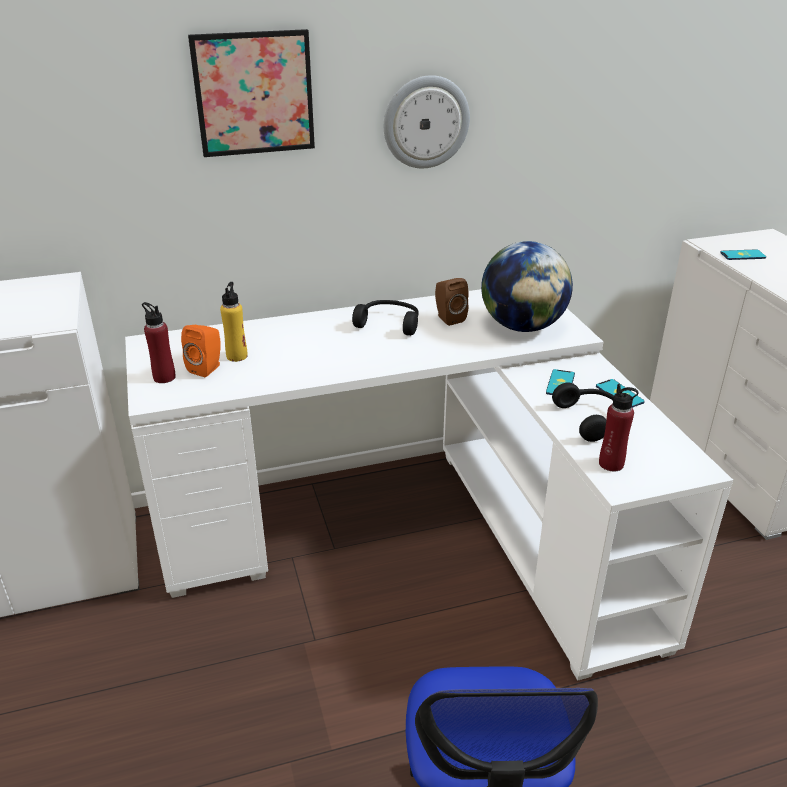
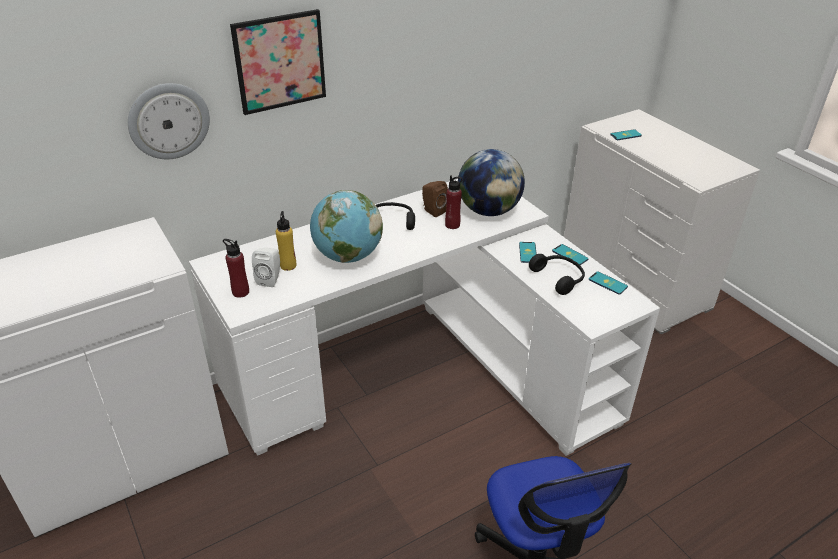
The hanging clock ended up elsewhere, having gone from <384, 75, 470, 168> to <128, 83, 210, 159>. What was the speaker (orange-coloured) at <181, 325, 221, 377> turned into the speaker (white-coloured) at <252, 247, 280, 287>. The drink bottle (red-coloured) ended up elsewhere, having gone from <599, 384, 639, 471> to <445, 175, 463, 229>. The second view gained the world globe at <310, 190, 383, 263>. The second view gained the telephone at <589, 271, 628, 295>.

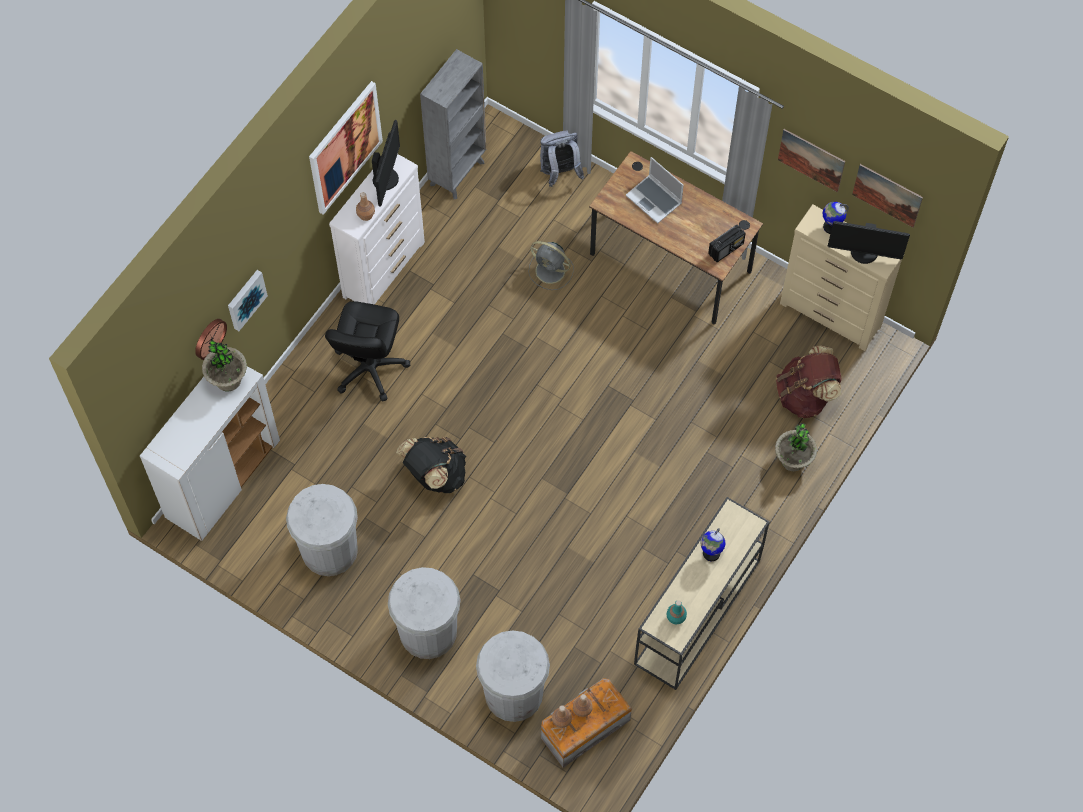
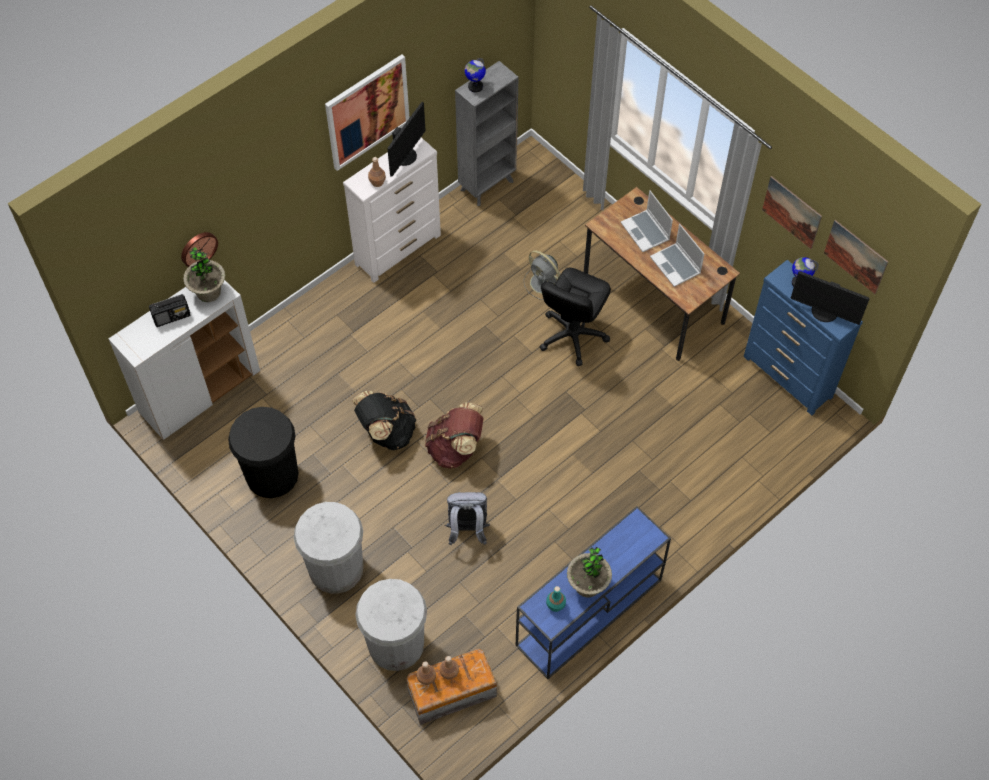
The knapsack (grey) ended up elsewhere, having gone from <540, 130, 584, 187> to <445, 492, 490, 546>. What was the chest of drawers (beige) at <780, 204, 904, 351> turned into the chest of drawers (blue) at <744, 260, 863, 415>. The radio ended up elsewhere, having gone from <708, 225, 746, 262> to <149, 294, 191, 327>. The second view lost the wall picture at <228, 270, 268, 331>. The computer chair (black) ended up elsewhere, having gone from <325, 301, 410, 402> to <540, 268, 611, 366>. The knapsack (brownish) ended up elsewhere, having gone from <776, 346, 842, 418> to <425, 402, 484, 468>. The plant in a pot ended up elsewhere, having gone from <775, 423, 817, 471> to <567, 547, 612, 597>. What was the trash can (white-coloured) at <286, 484, 358, 576> turned into the trash can (black) at <228, 407, 299, 498>. What was the hall table (beige) at <634, 497, 769, 690> turned into the hall table (blue) at <516, 506, 671, 679>. The world globe ended up elsewhere, having gone from <700, 528, 725, 561> to <464, 58, 486, 92>. The second view gained the notebook computer at <650, 224, 704, 287>.

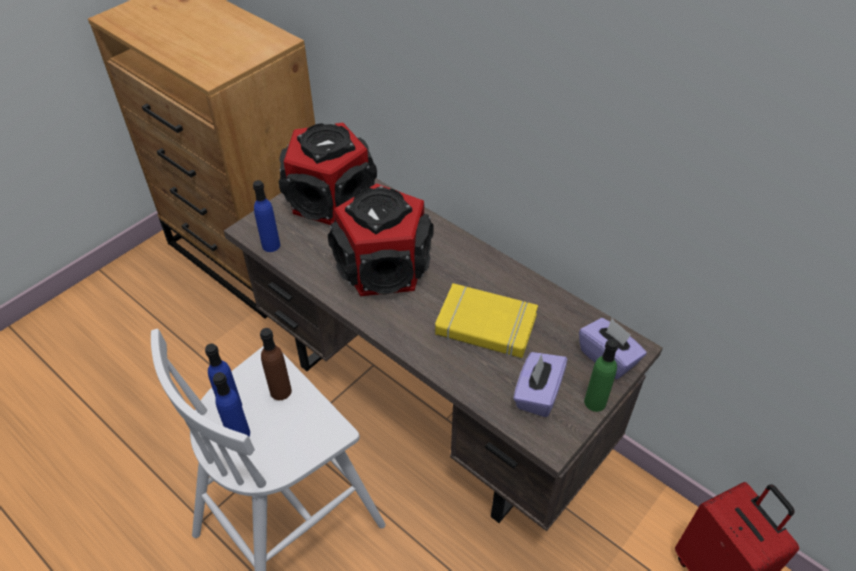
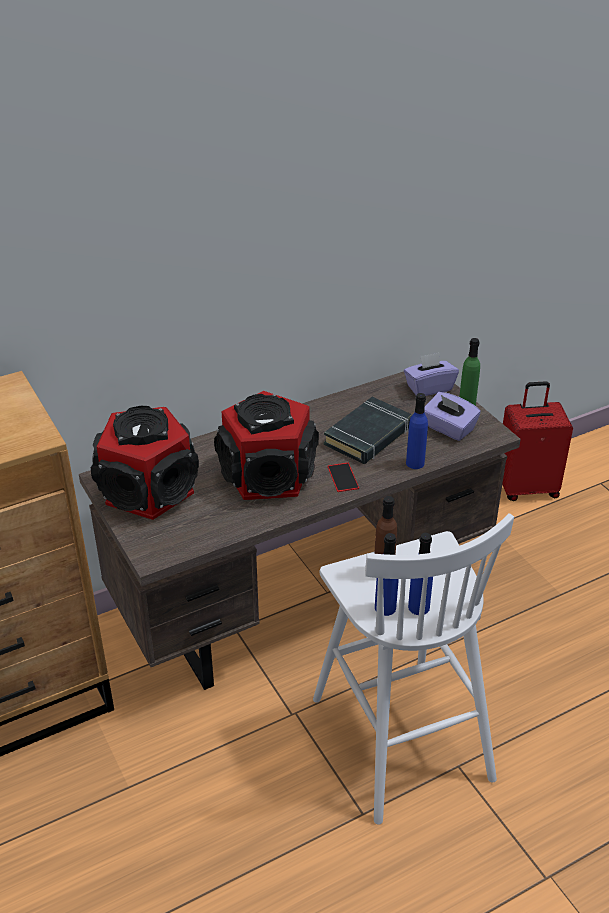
The drink bottle (blue) ended up elsewhere, having gone from <253, 180, 280, 252> to <406, 393, 428, 469>. What was the bound book (yellow) at <435, 283, 538, 358> turned into the bound book (black) at <324, 397, 412, 464>. The second view gained the telephone at <328, 463, 359, 492>.

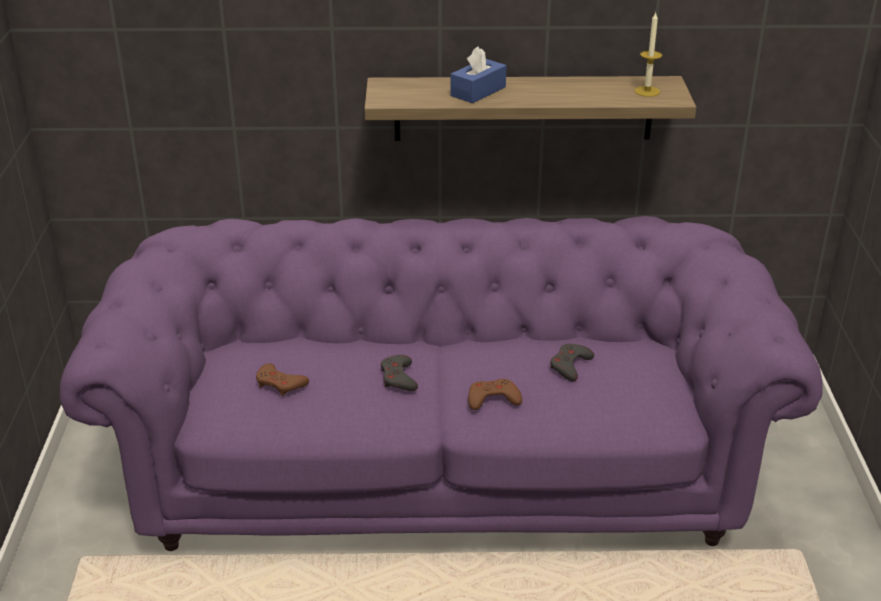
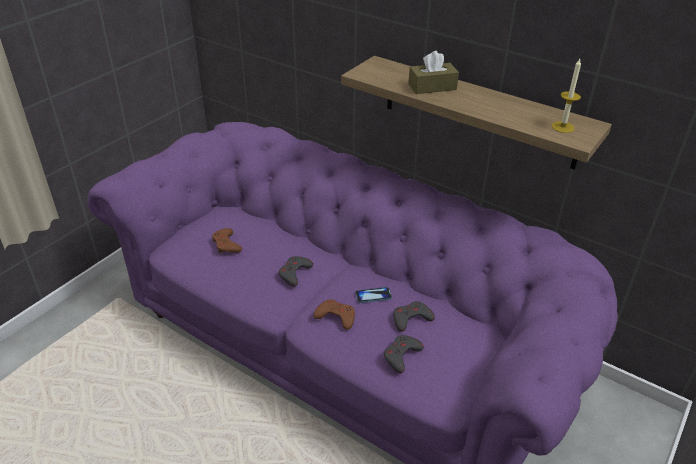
What was the box of tissues (blue) at <450, 47, 506, 103> turned into the box of tissues (brownish) at <408, 51, 459, 94>. The second view gained the telephone at <355, 287, 392, 303>. The second view gained the gamepad (grey) at <384, 335, 424, 373>.

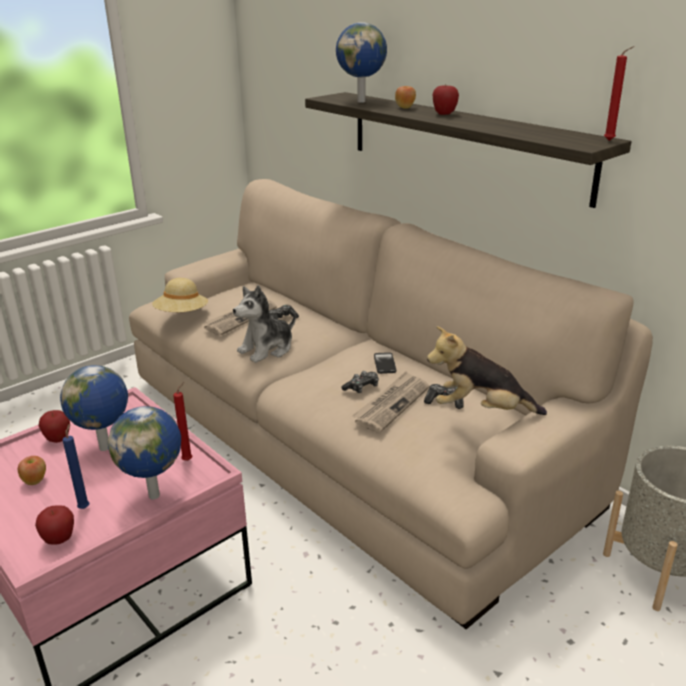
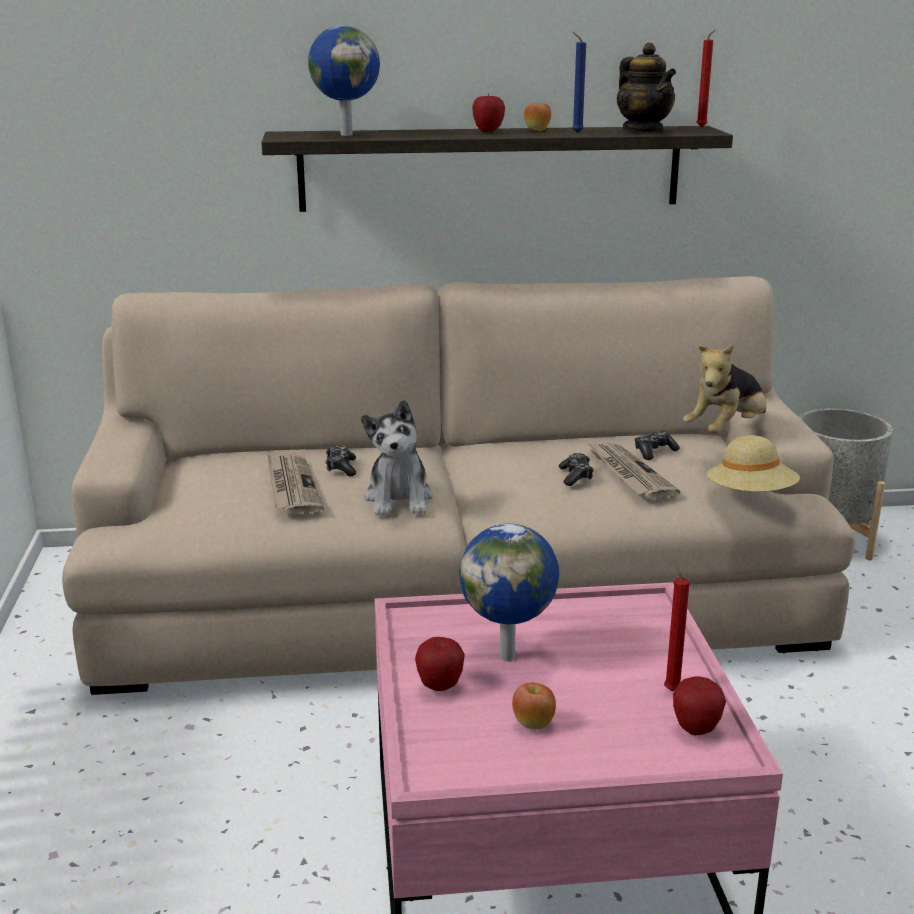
The whole apple ended up elsewhere, having gone from <395, 86, 416, 109> to <524, 103, 551, 131>. The clothing hat (beige) ended up elsewhere, having gone from <152, 278, 208, 312> to <707, 435, 800, 492>. The second view lost the telephone at <374, 352, 396, 374>. The wax light (red-coloured) ended up elsewhere, having gone from <173, 382, 192, 461> to <664, 561, 690, 691>. The second view lost the world globe at <108, 406, 181, 499>. The wax light (blue) ended up elsewhere, having gone from <63, 424, 89, 509> to <572, 32, 586, 133>. The second view gained the pot for tea at <617, 43, 676, 133>.

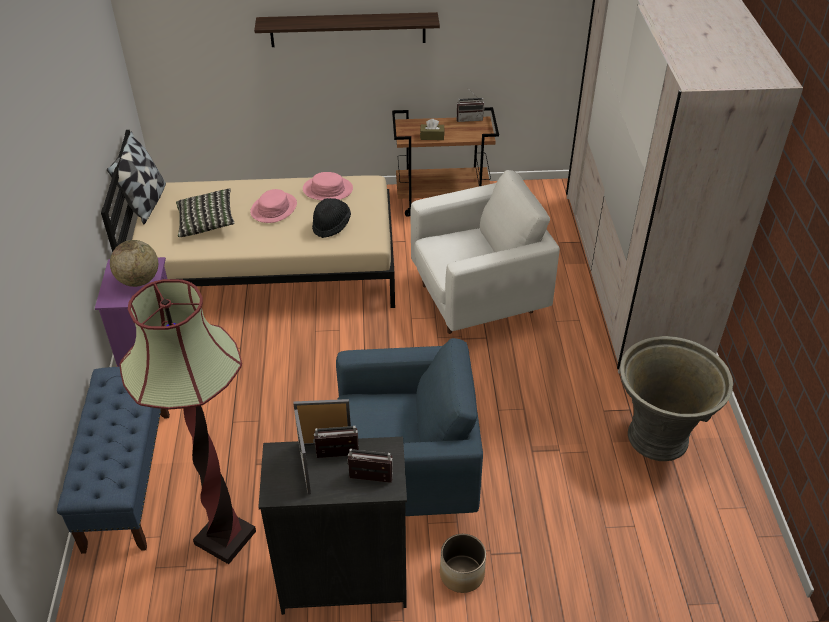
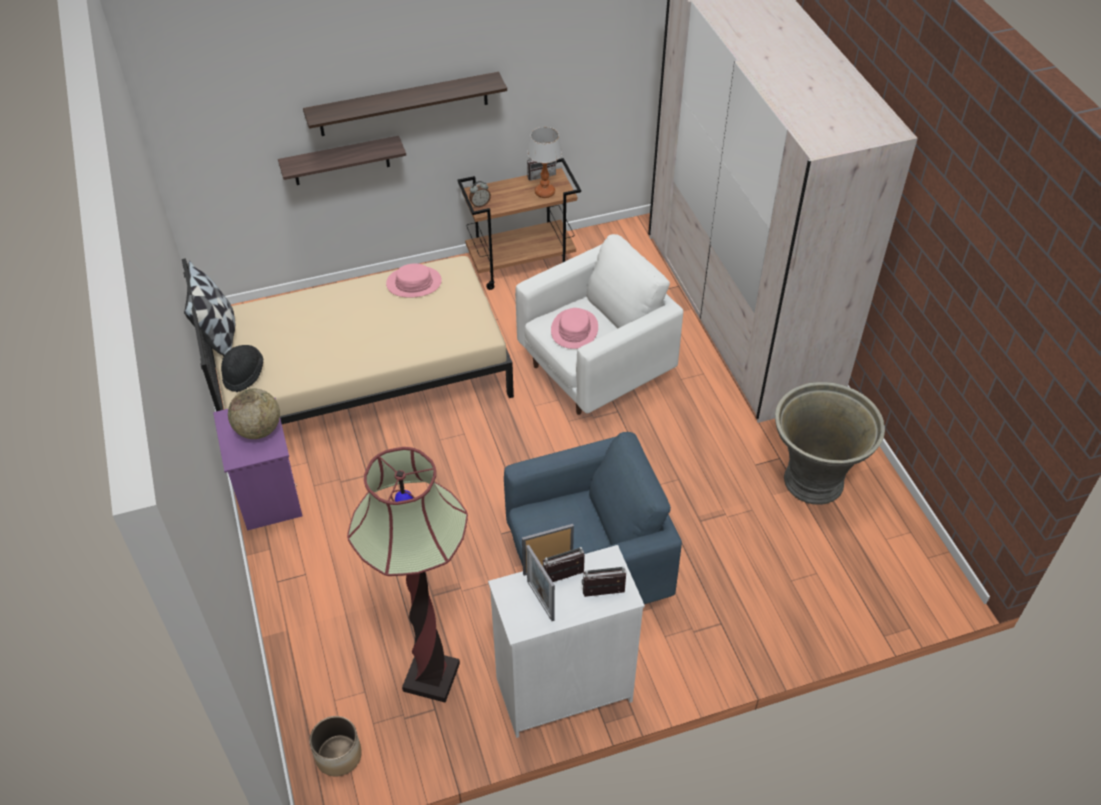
The second view lost the box of tissues (brownish) at <420, 119, 444, 140>. The second view lost the throw pillow at <176, 188, 234, 237>. The clothing hat (pink) ended up elsewhere, having gone from <250, 189, 297, 223> to <551, 308, 598, 349>. The clothing hat (black) ended up elsewhere, having gone from <312, 198, 351, 238> to <221, 345, 263, 392>. The second view lost the indoor bench (blue) at <57, 367, 170, 554>. What was the chest of drawers (black) at <258, 437, 407, 615> turned into the chest of drawers (white-coloured) at <488, 545, 645, 738>. The plant pot ended up elsewhere, having gone from <440, 534, 486, 593> to <310, 716, 362, 776>. The second view gained the tabletop lamp at <527, 127, 562, 198>. The second view gained the wall shelf at <278, 136, 406, 185>. The second view gained the bedside clock at <469, 181, 491, 207>.

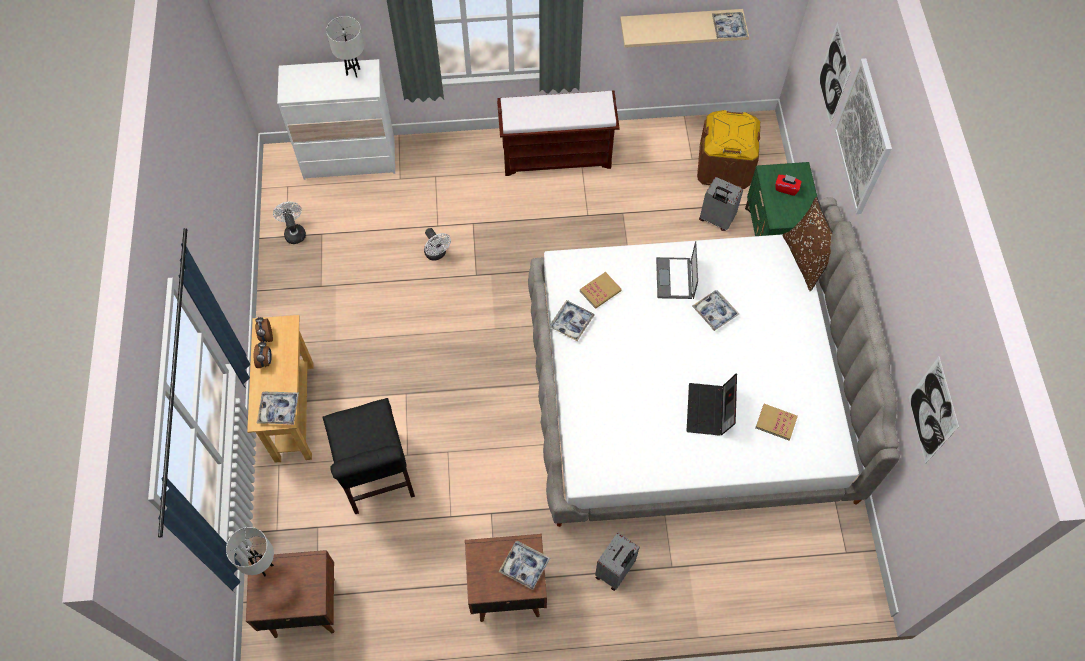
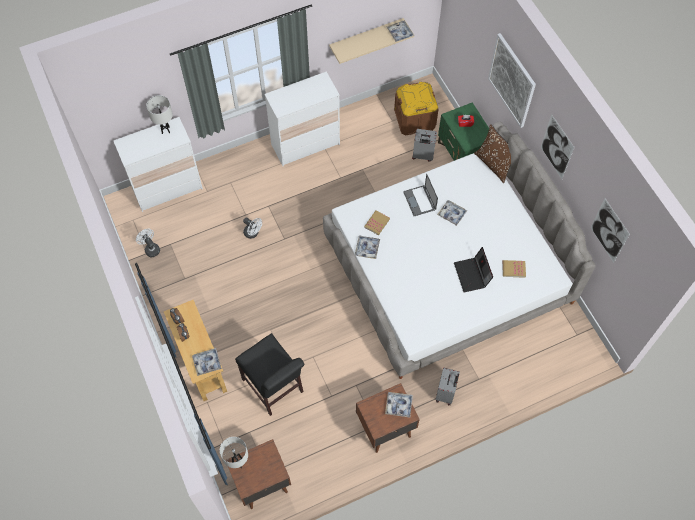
The wall picture ended up elsewhere, having gone from <818, 22, 851, 125> to <540, 114, 575, 179>. Where the indoor bench (brownish) stood at <497, 91, 620, 176>, the chest of drawers (white-coloured) came to stand at <264, 72, 340, 166>.

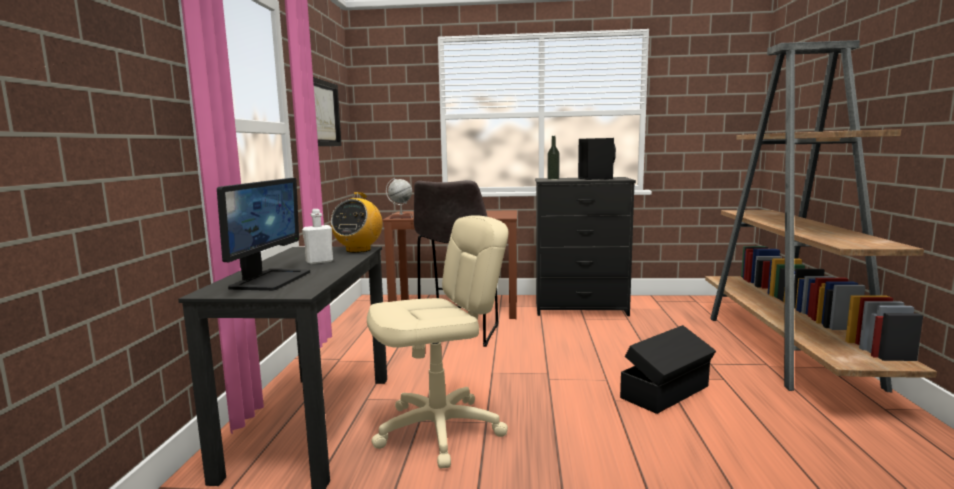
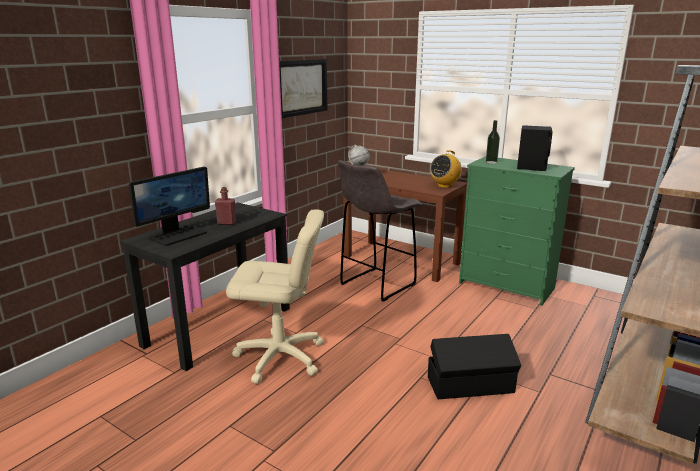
What was the chest of drawers (black) at <535, 177, 636, 316> turned into the chest of drawers (green-coloured) at <459, 156, 575, 306>. The radio ended up elsewhere, having gone from <331, 192, 383, 253> to <430, 150, 462, 188>. What was the drink bottle (white-coloured) at <302, 209, 333, 264> turned into the drink bottle (red-coloured) at <215, 187, 236, 225>.

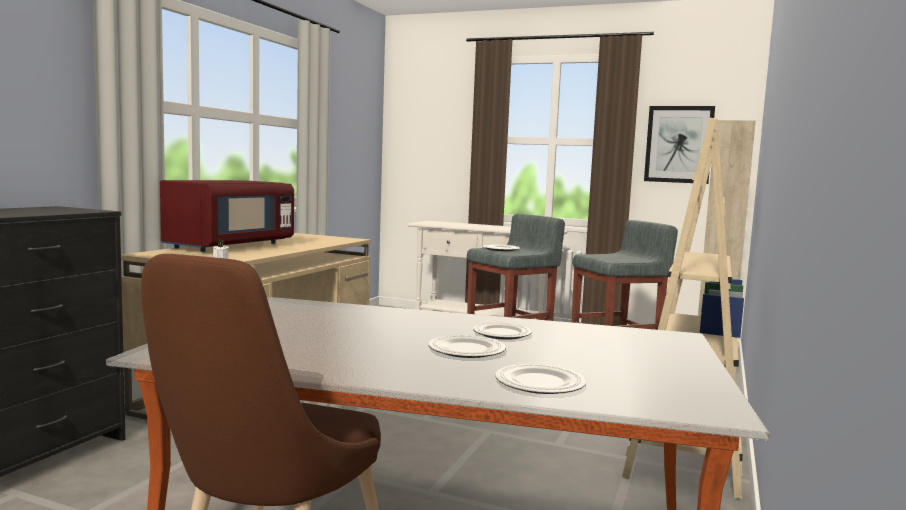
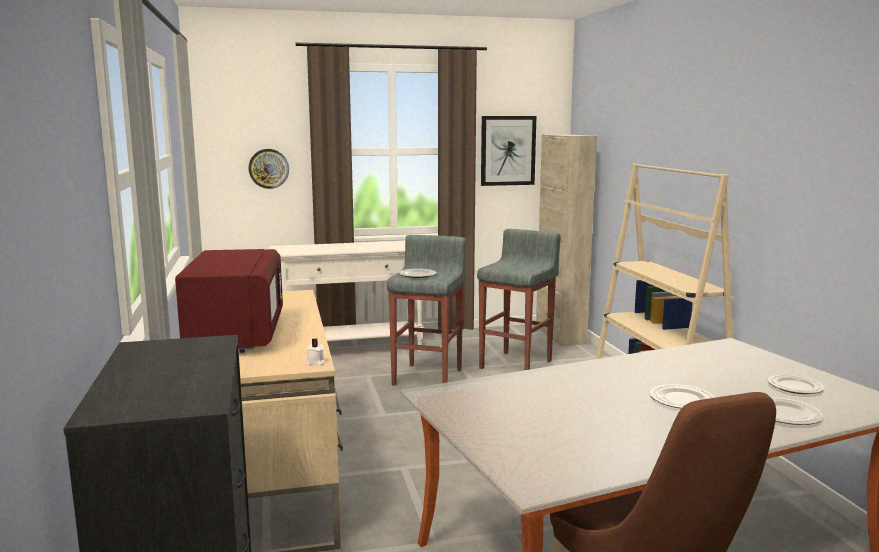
The flat dish ended up elsewhere, having gone from <473, 323, 532, 340> to <768, 375, 825, 394>. The second view gained the hanging clock at <248, 149, 289, 189>.

